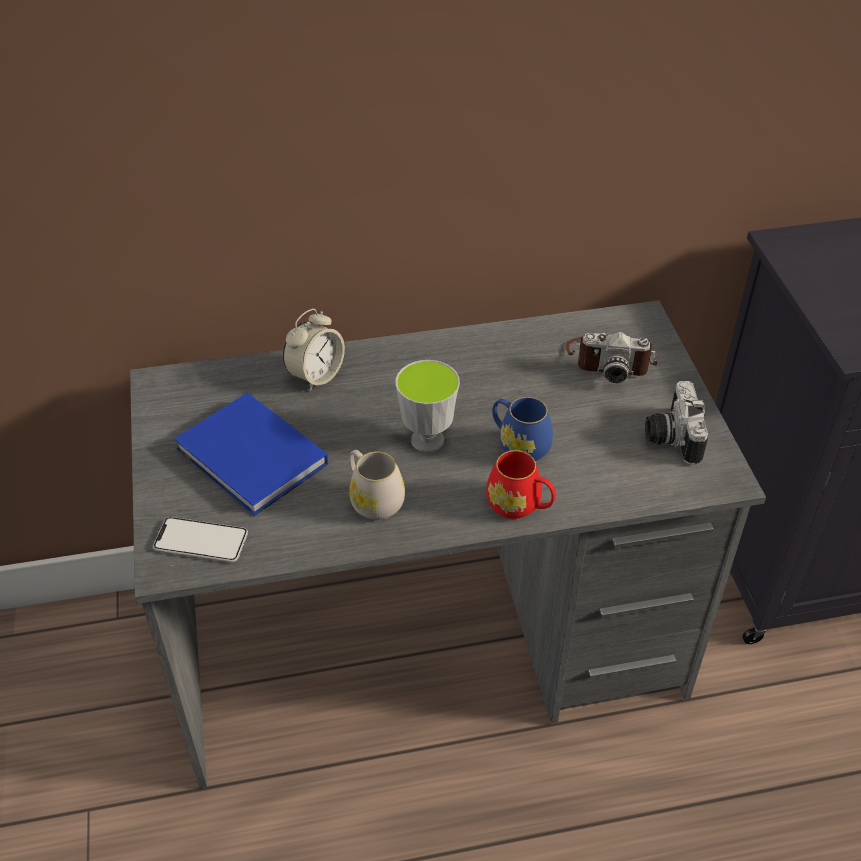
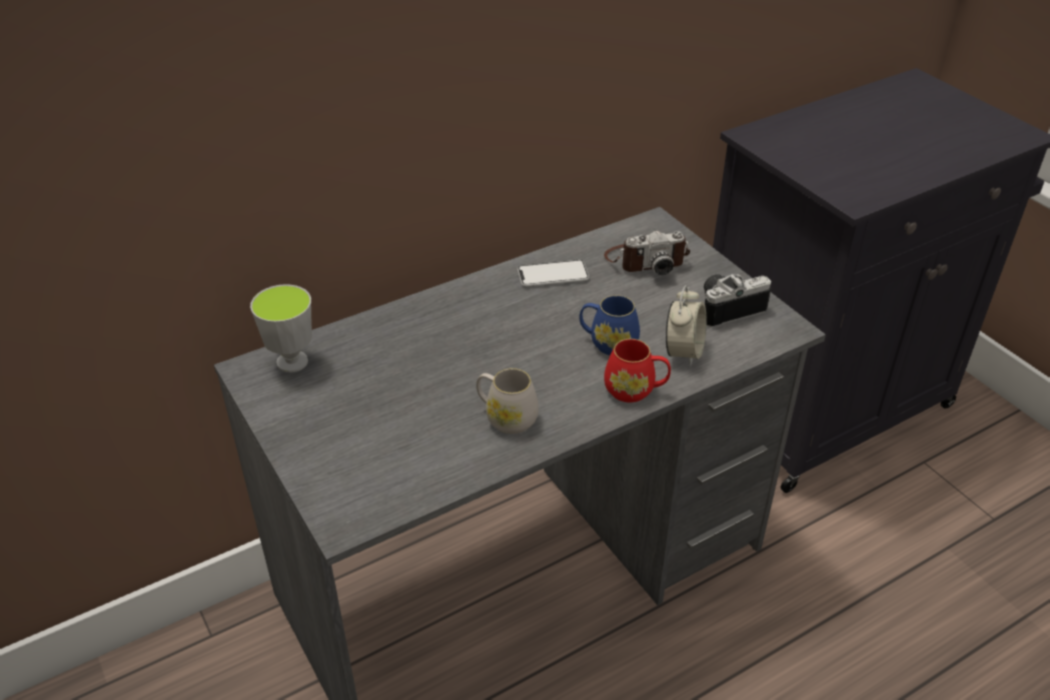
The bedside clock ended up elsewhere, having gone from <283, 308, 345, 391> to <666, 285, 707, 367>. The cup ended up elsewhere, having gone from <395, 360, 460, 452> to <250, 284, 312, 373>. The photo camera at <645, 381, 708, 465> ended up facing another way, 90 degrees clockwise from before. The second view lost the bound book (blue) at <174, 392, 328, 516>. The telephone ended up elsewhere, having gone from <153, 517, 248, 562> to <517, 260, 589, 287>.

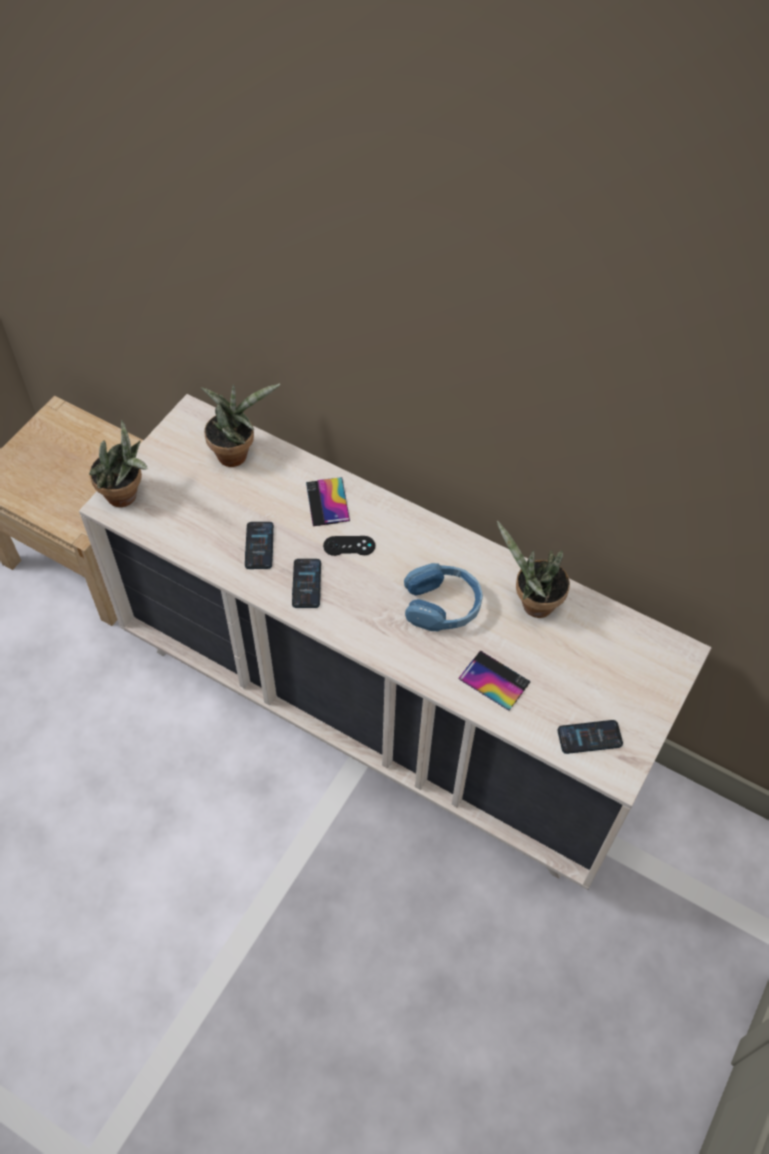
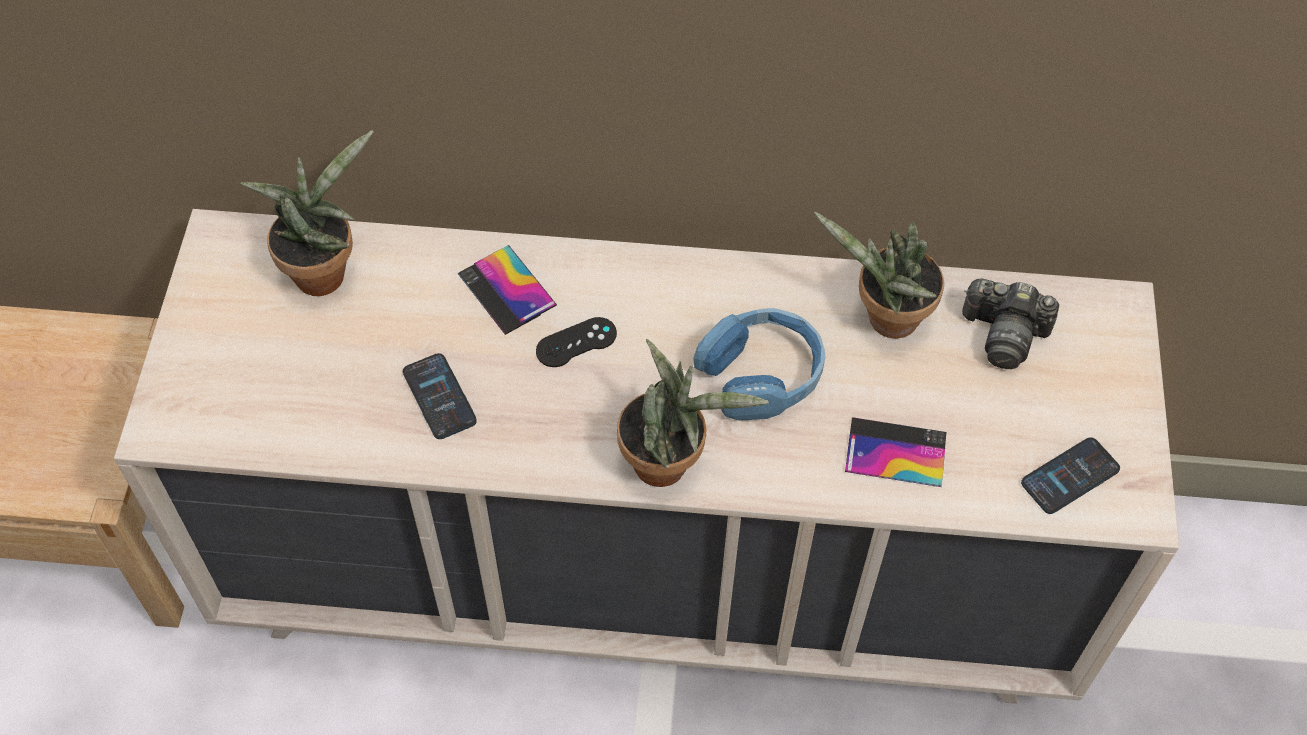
The plant in a pot ended up elsewhere, having gone from <89, 420, 148, 507> to <617, 338, 769, 487>. The second view lost the telephone at <292, 559, 321, 608>. The second view gained the photo camera at <962, 278, 1059, 369>.

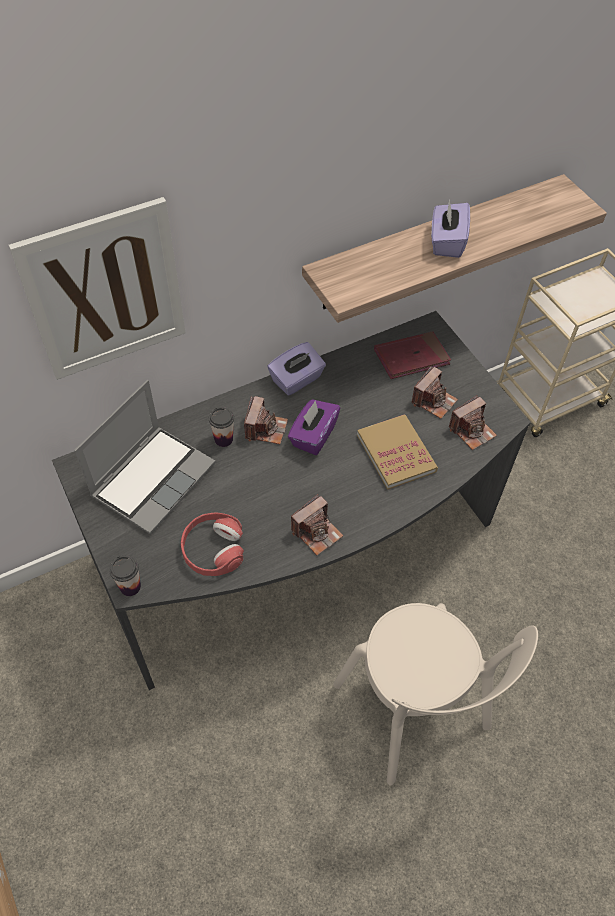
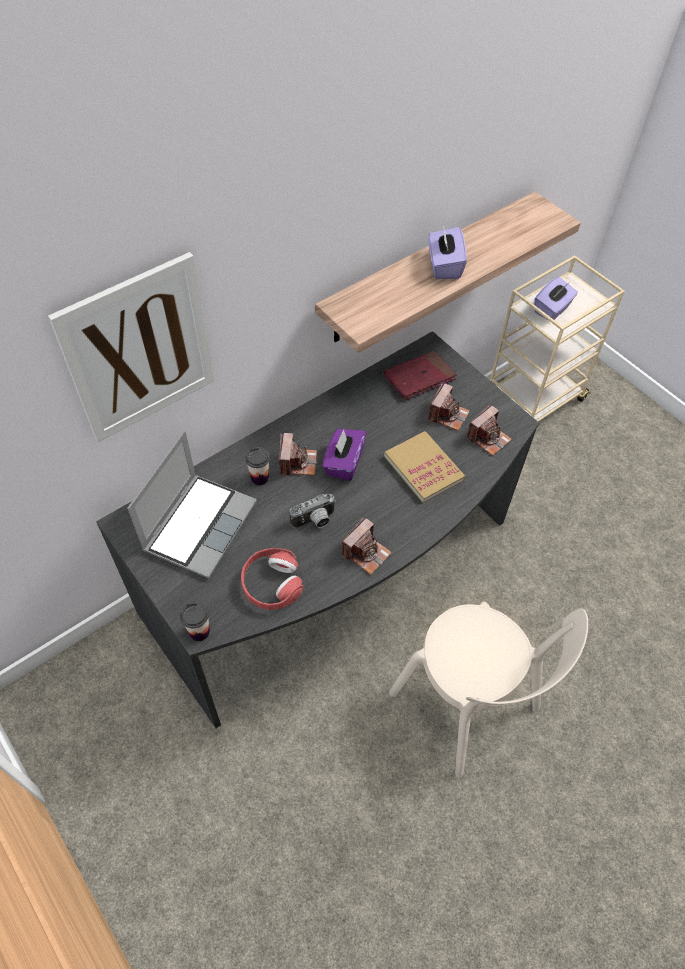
The box of tissues (purplish) ended up elsewhere, having gone from <267, 342, 326, 396> to <534, 277, 578, 320>. The second view gained the photo camera at <290, 494, 336, 528>.

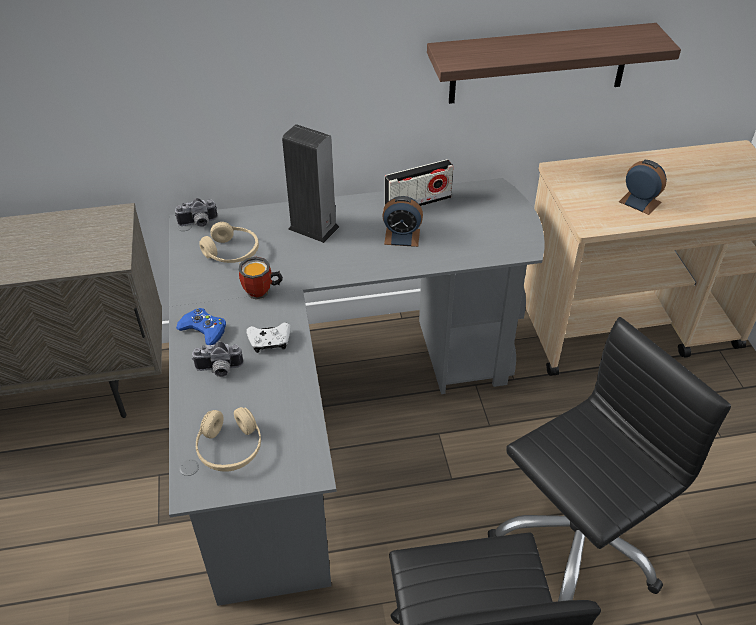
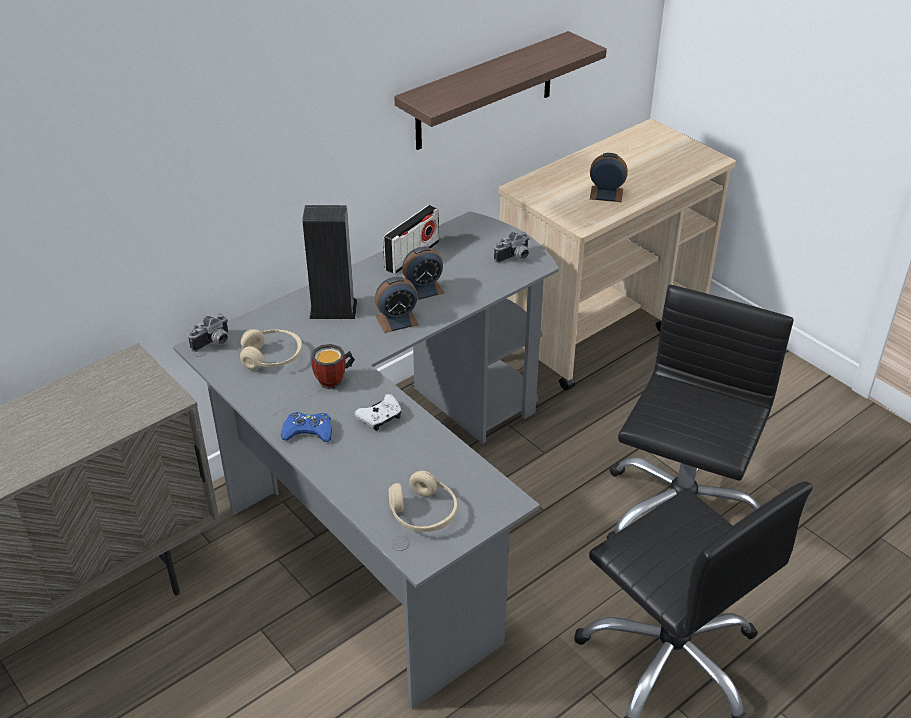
The photo camera ended up elsewhere, having gone from <192, 341, 243, 377> to <494, 232, 529, 263>. The second view gained the bedside clock at <375, 277, 419, 333>.

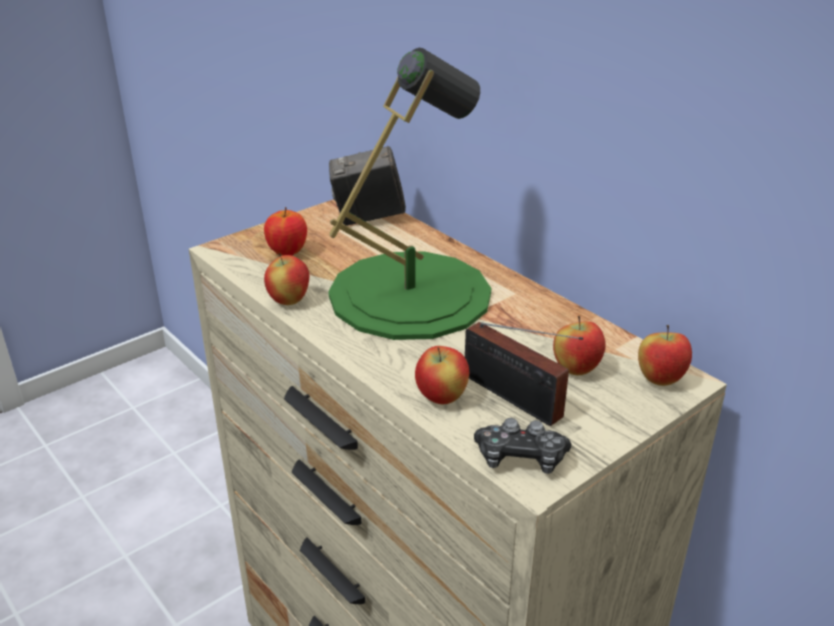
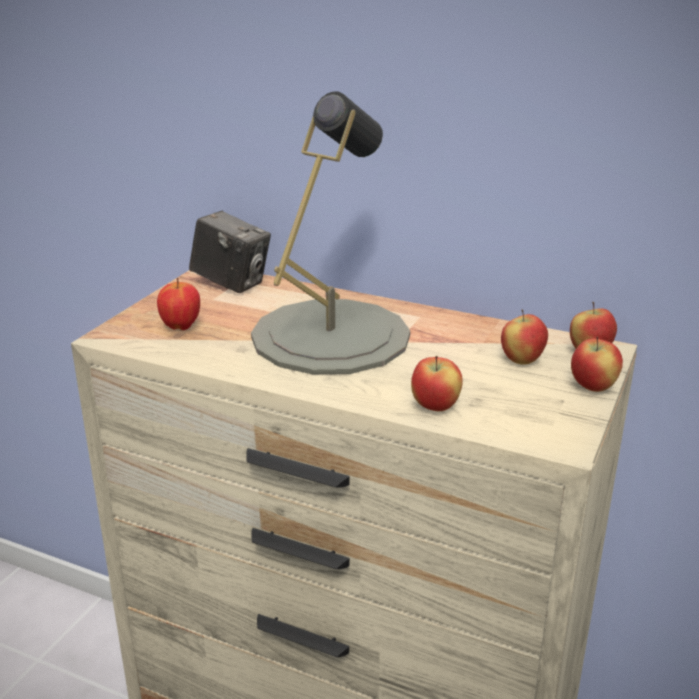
What was the tabletop lamp (green-coloured) at <328, 48, 491, 340> turned into the tabletop lamp (grey) at <251, 92, 410, 374>. The photo camera at <329, 146, 406, 226> ended up facing another way, 120 degrees counterclockwise from before. The whole apple ended up elsewhere, having gone from <264, 253, 309, 305> to <571, 337, 623, 392>. The second view lost the radio at <465, 322, 583, 426>. The second view lost the gamepad at <474, 418, 571, 474>.

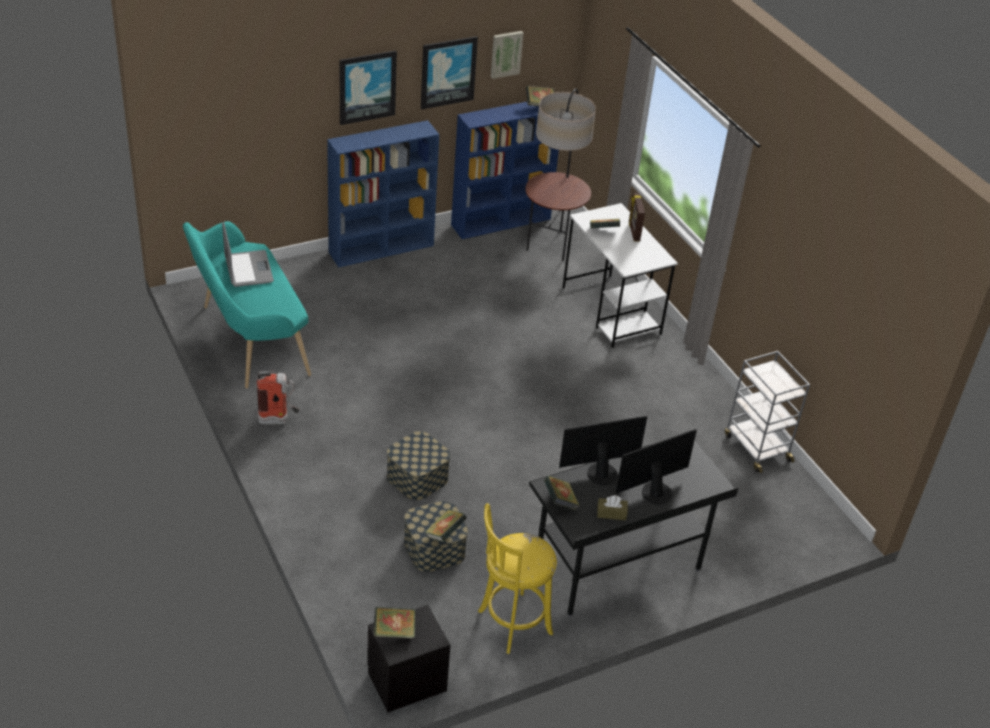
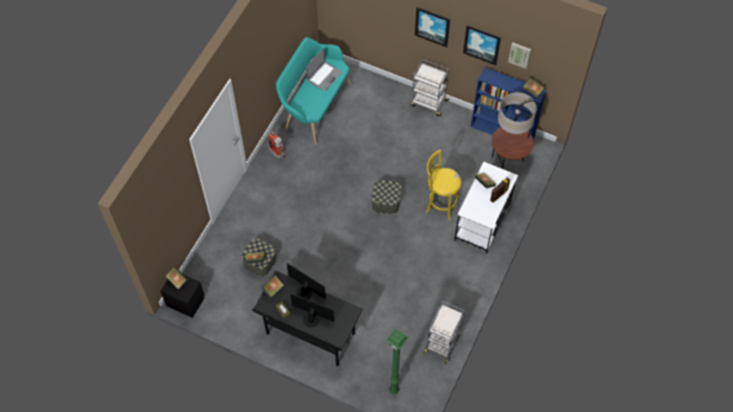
Where the bookcase (blue) stood at <327, 120, 439, 268>, the wheeled cart (grey) came to stand at <411, 59, 449, 116>. The storage box ended up elsewhere, having gone from <387, 431, 451, 500> to <372, 180, 401, 214>. The stool seat (yellow) ended up elsewhere, having gone from <478, 503, 557, 654> to <426, 150, 461, 220>. The second view gained the standard lamp (green-coloured) at <386, 329, 409, 394>.

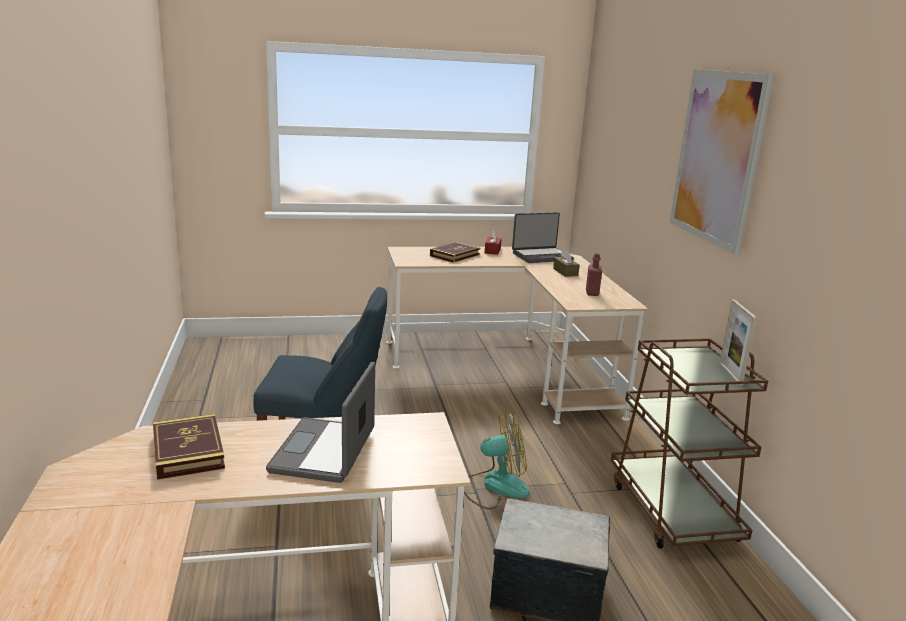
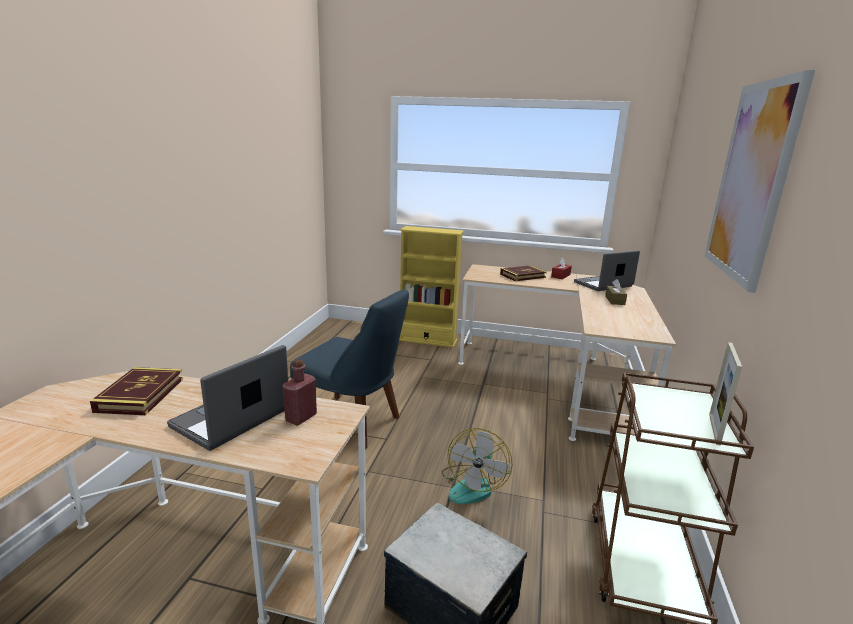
The notebook computer at <512, 212, 574, 263> ended up facing another way, 150 degrees clockwise from before. The drink bottle (red-coloured) ended up elsewhere, having gone from <586, 253, 602, 296> to <282, 359, 317, 426>. The cooling fan at <464, 410, 530, 510> ended up facing another way, 90 degrees clockwise from before. The second view gained the bookcase (yellow) at <399, 226, 464, 348>.

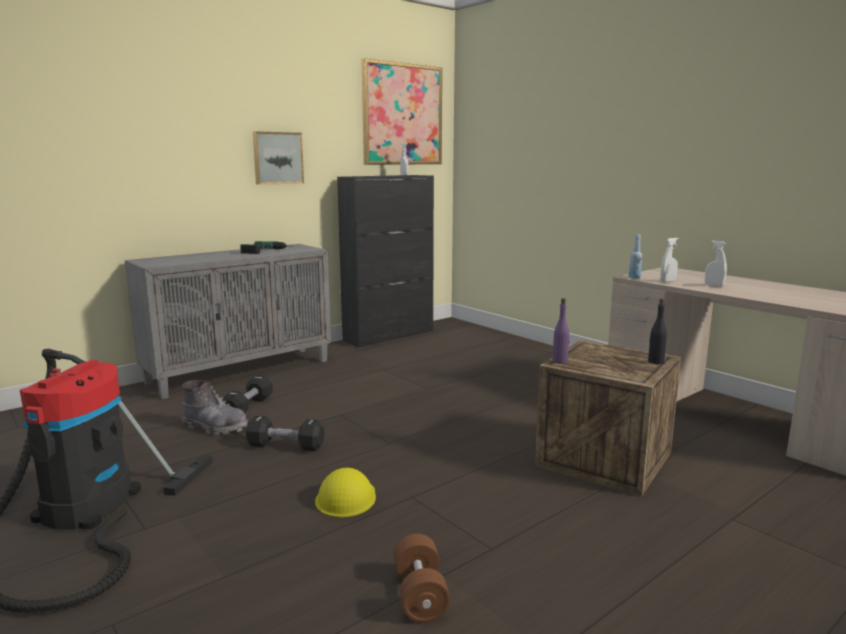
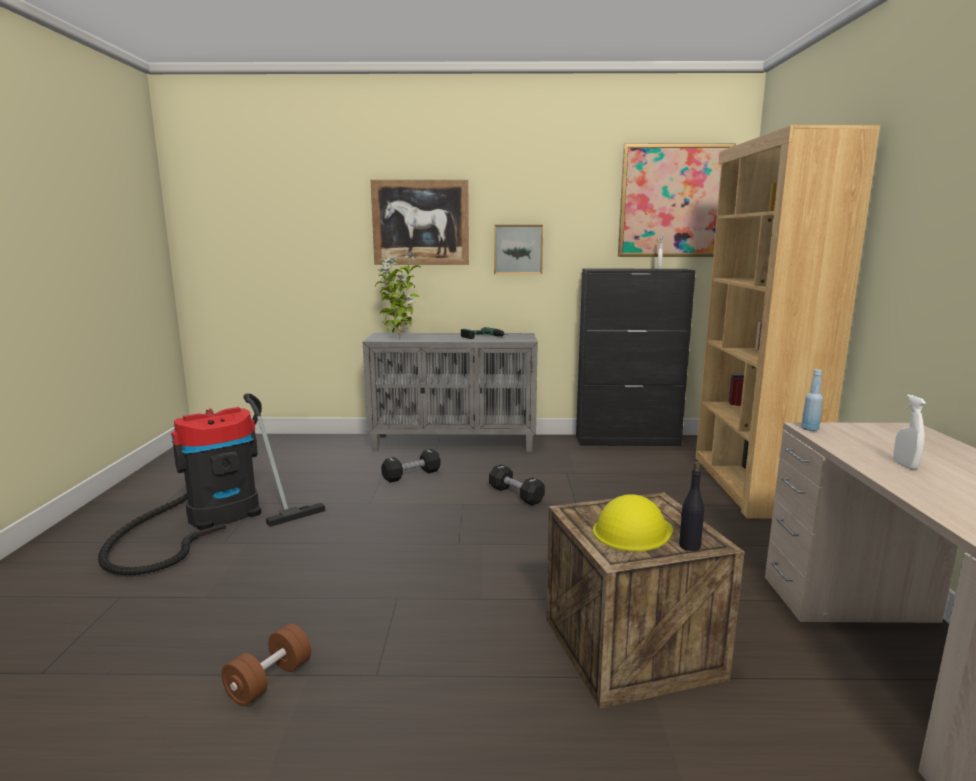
The second view lost the hand sprayer (white-coloured) at <660, 238, 679, 282>. The second view lost the drink bottle (purplish) at <553, 298, 570, 364>. The second view lost the high-top boot (grey) at <182, 380, 248, 435>. The hand weight (black) ended up elsewhere, having gone from <246, 416, 324, 451> to <489, 464, 545, 506>. The work helmet (yellow) ended up elsewhere, having gone from <315, 468, 376, 517> to <593, 494, 673, 551>. The second view gained the bookcase (brownish) at <696, 125, 880, 518>. The second view gained the wall picture at <371, 180, 469, 265>. The second view gained the plant in a pot at <375, 252, 422, 339>.

